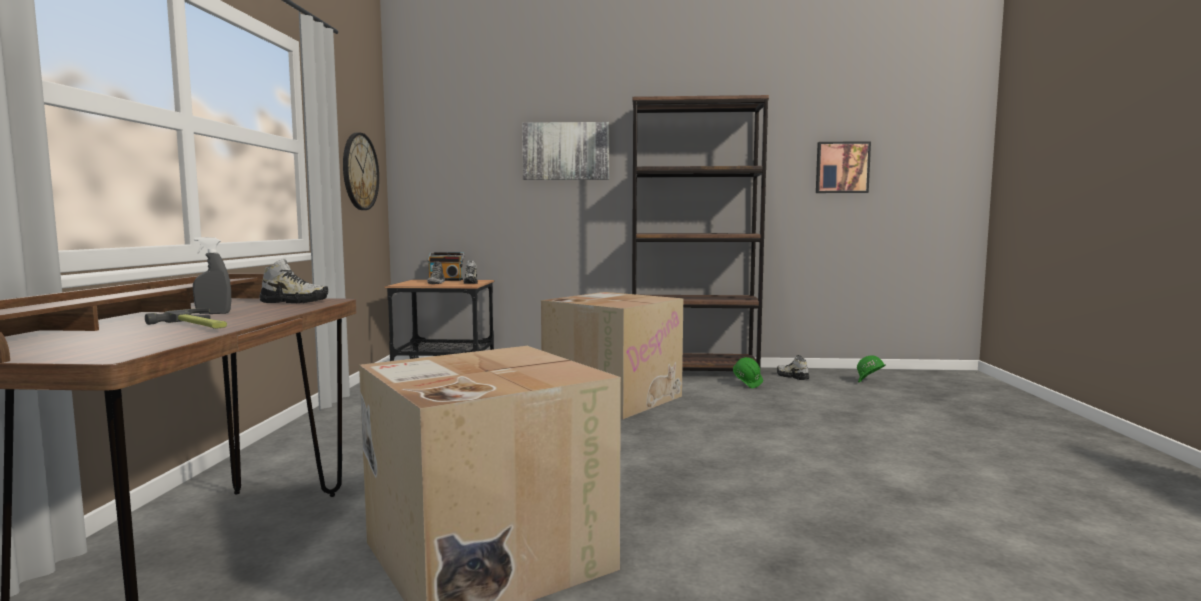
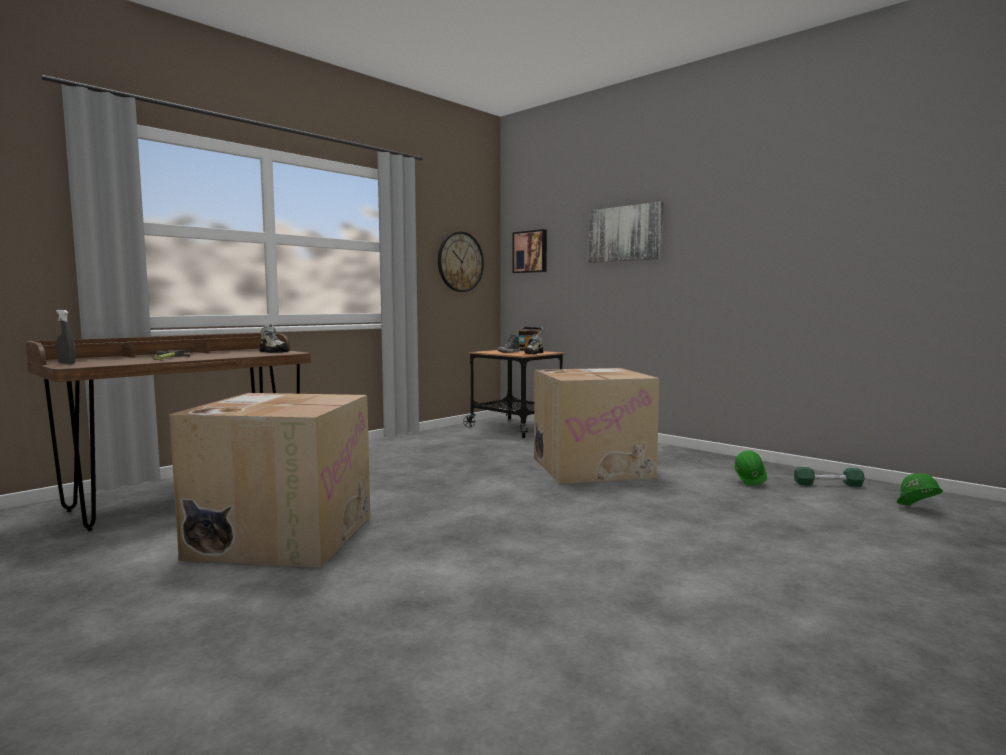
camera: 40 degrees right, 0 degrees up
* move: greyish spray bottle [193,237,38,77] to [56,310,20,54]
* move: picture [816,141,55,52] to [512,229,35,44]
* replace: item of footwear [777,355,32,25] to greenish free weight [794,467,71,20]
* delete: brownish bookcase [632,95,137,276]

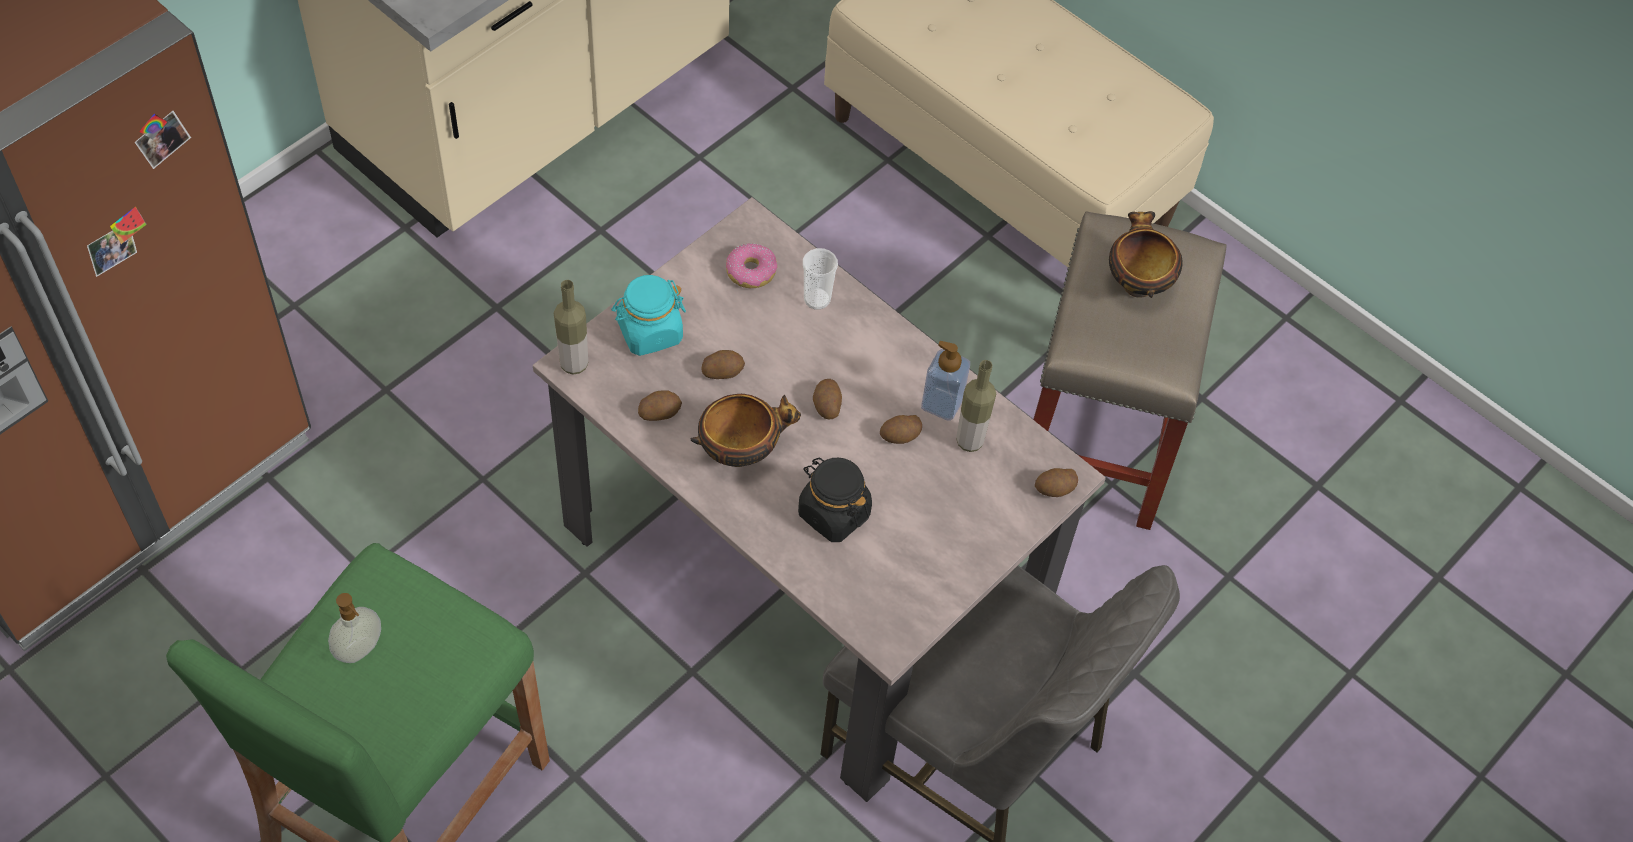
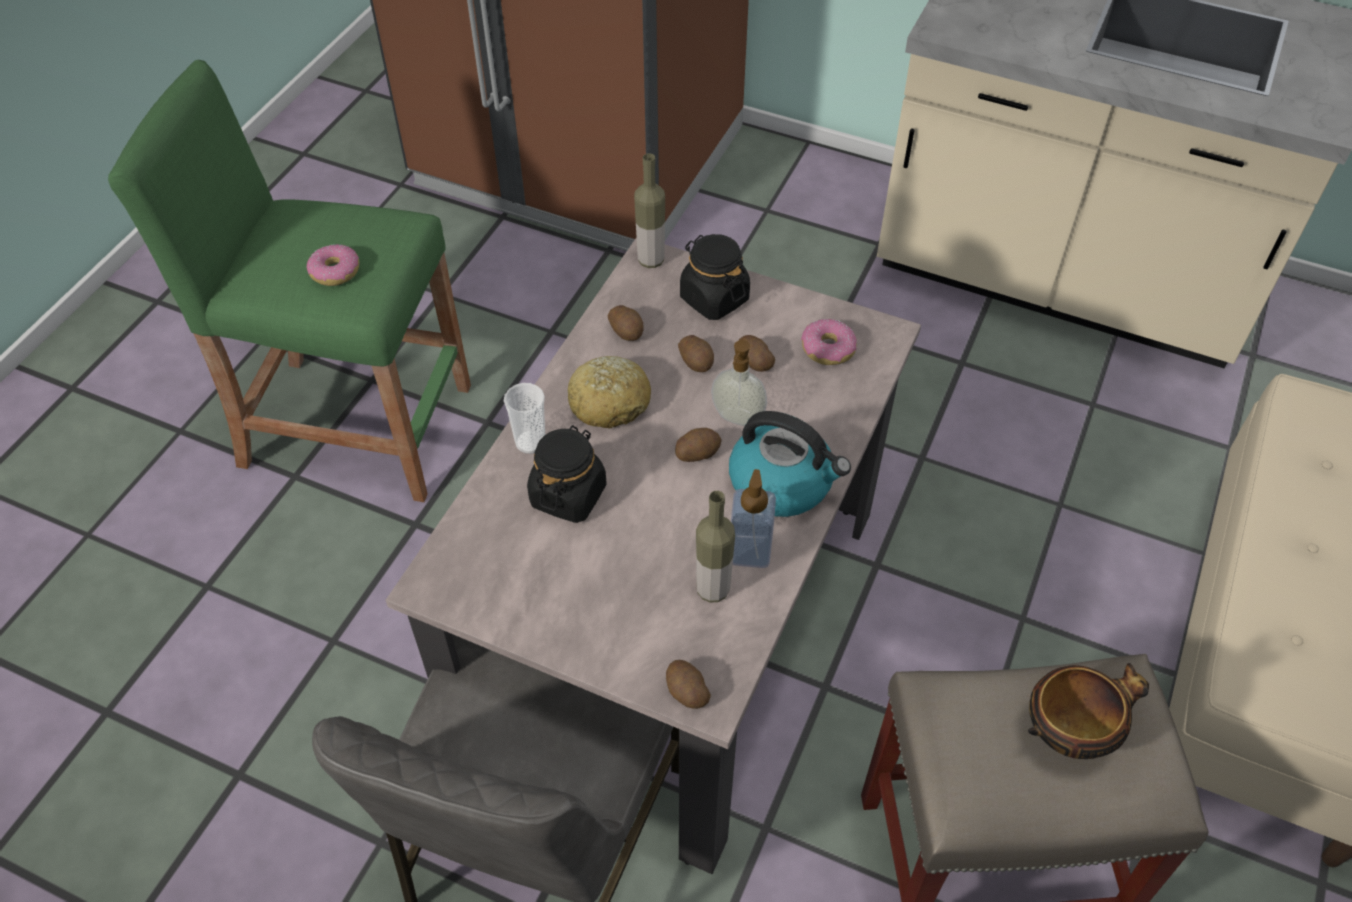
camera: 75 degrees right, 5 degrees down
* insert: doughnut [307,244,52,42]
* move: cup [803,248,35,61] to [504,383,41,71]
* replace: bowl [691,394,110,73] to baked bread [568,356,83,73]
* recolor: turquoise preserve jar [611,275,75,81] to black-coloured preserve jar [680,234,70,86]
* move: soap dispenser [328,593,53,70] to [711,340,56,86]
* insert: water kettle [729,411,122,106]
* move: whole potato [880,415,42,29] to [739,335,36,37]

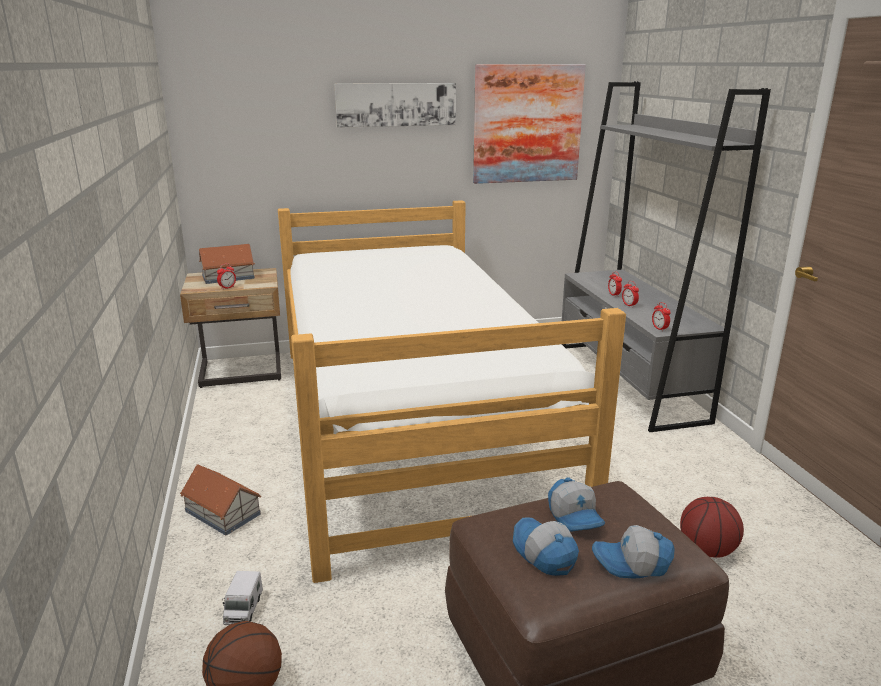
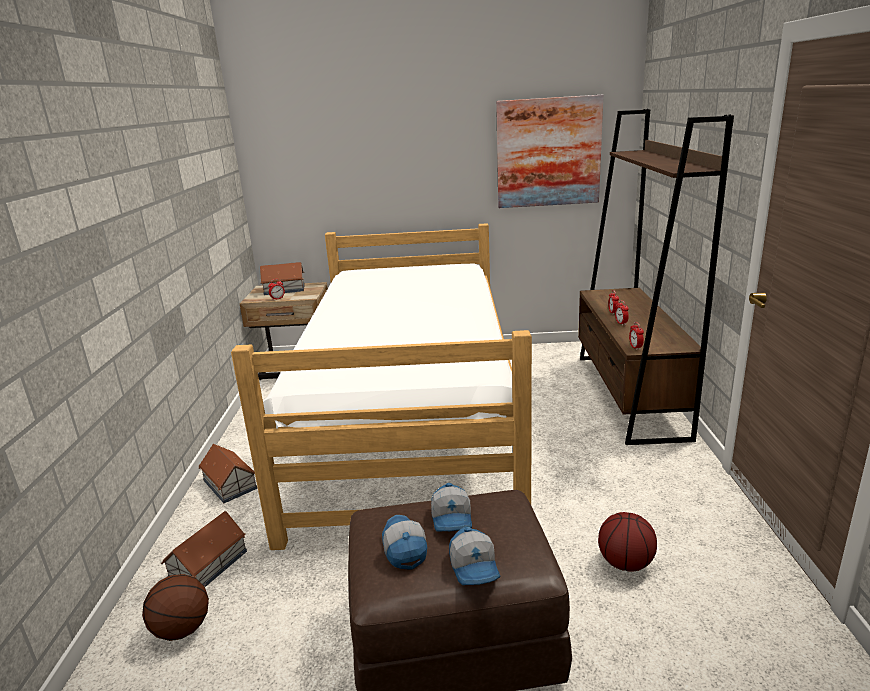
camera: 15 degrees right, 0 degrees up
* replace: toy lorry [222,571,41,54] to miniature house [161,511,86,76]
* rotate: baseball cap [592,525,83,54] = [449,527,51,58] 120 degrees counterclockwise
* recolor: greyish bookcase [562,82,209,350] to brownish bookcase [578,109,156,336]
* delete: picture [335,83,121,45]

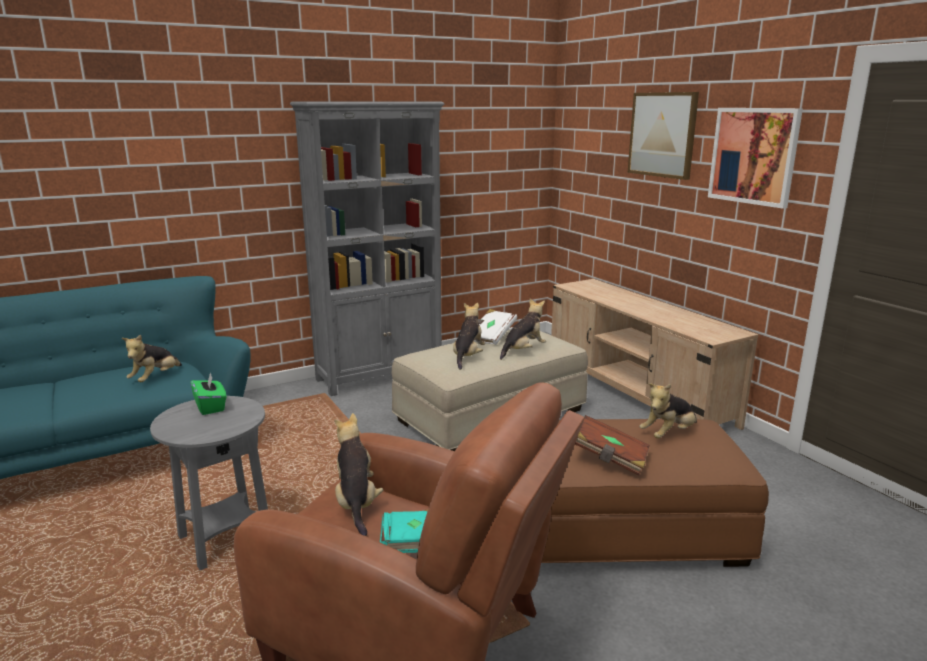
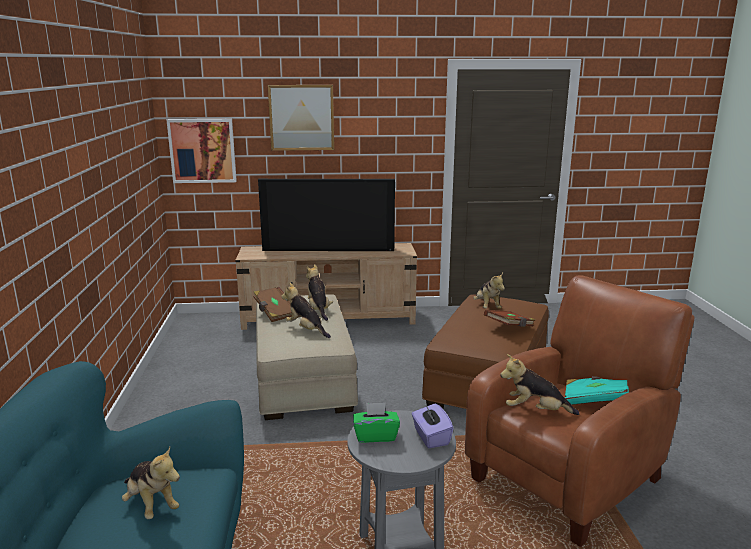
camera: 65 degrees left, 0 degrees up
* move: picture [708,108,95,101] to [166,119,71,64]
* recolor: whitish volume [474,309,43,36] to brownish volume [253,287,39,35]
* insert: TV [258,179,137,72]
* insert: purplish tissue box [412,403,42,45]
* delete: greyish bookcase [290,101,154,295]

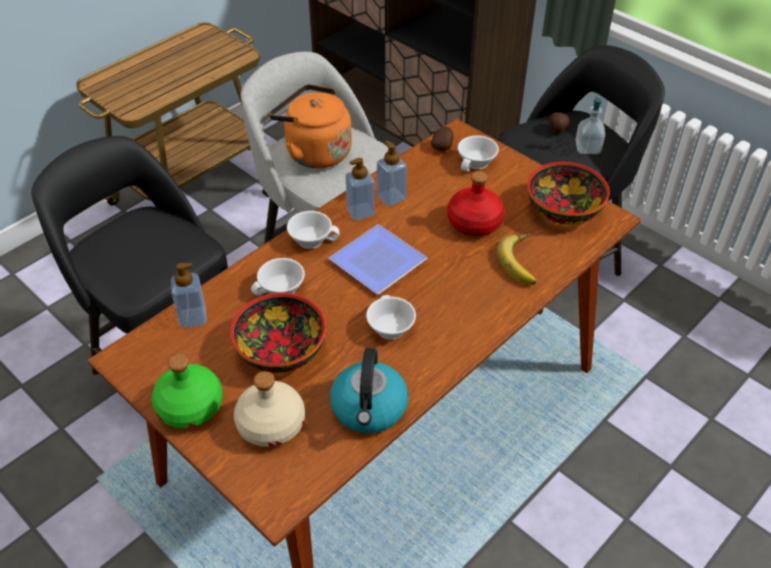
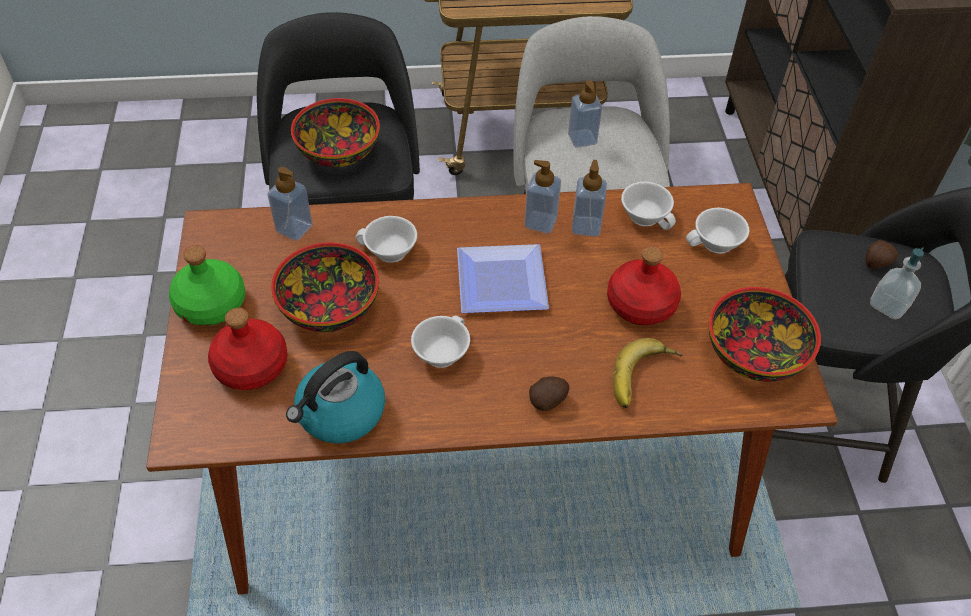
camera: 40 degrees right, 5 degrees up
* recolor: beige-coloured beverage bottle [234,371,71,76] to reddish beverage bottle [208,308,80,82]
* insert: bowl [291,98,89,69]
* move: whole potato [431,127,23,24] to [529,377,40,34]
* replace: orangey water kettle [269,84,83,84] to soap dispenser [568,80,34,68]
* move: whitish cup [287,211,53,38] to [621,182,55,48]

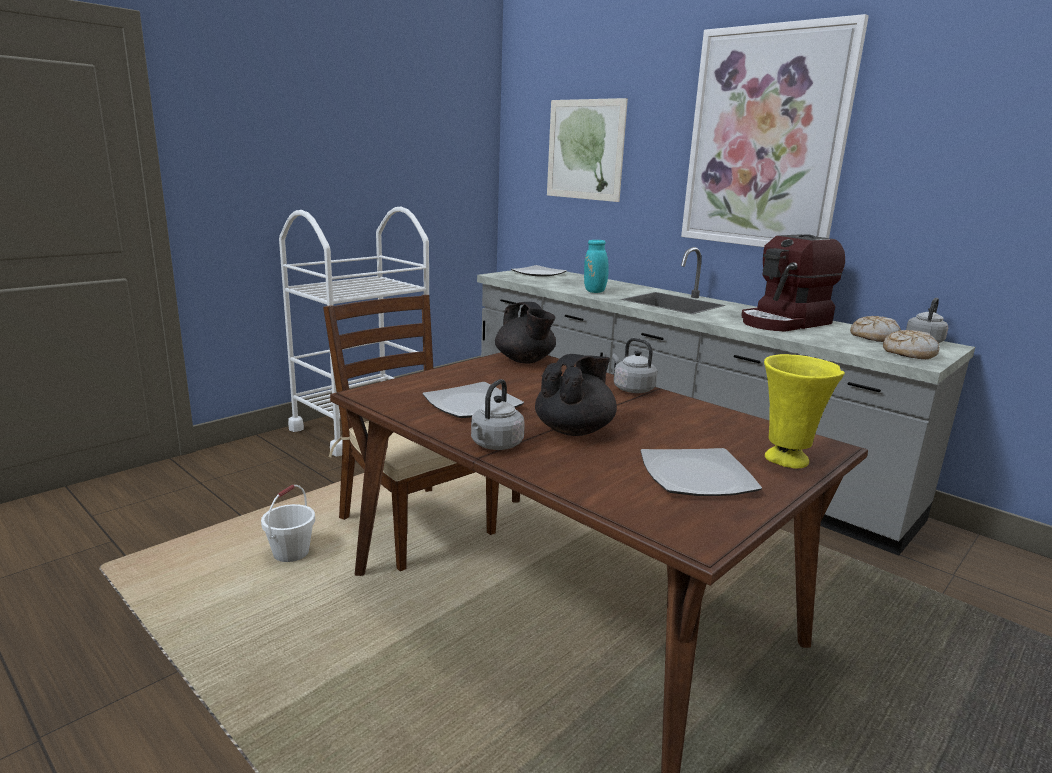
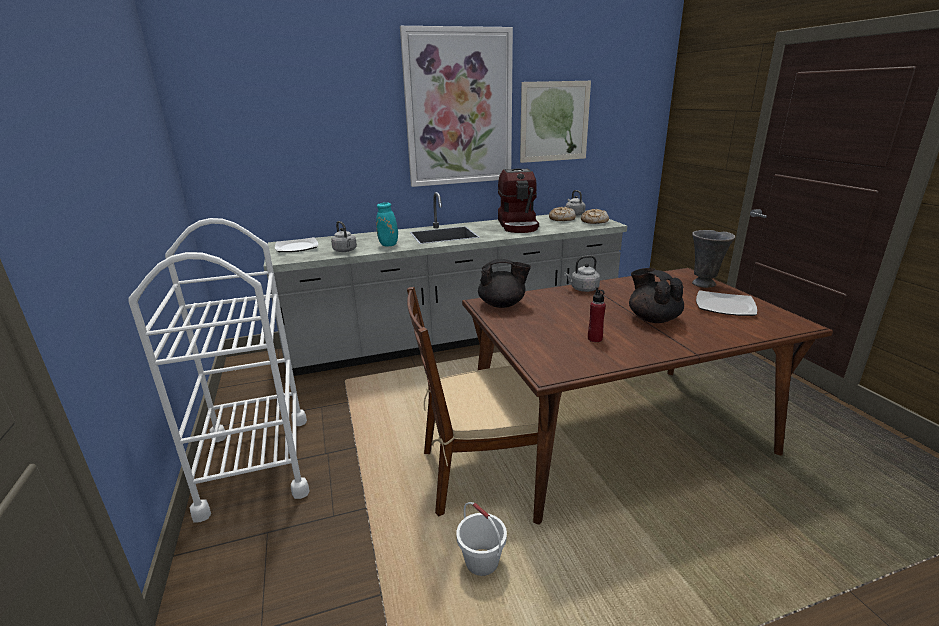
camera: 60 degrees left, 5 degrees up
* move: greyish water kettle [471,379,54,71] to [331,221,26,31]
* move: picture [547,98,81,104] to [520,81,71,82]
* replace: flat dish [422,382,102,36] to reddish beverage bottle [588,287,18,55]
* recolor: yellow-coloured flower vase [764,354,81,115] to greyish flower vase [692,230,43,58]

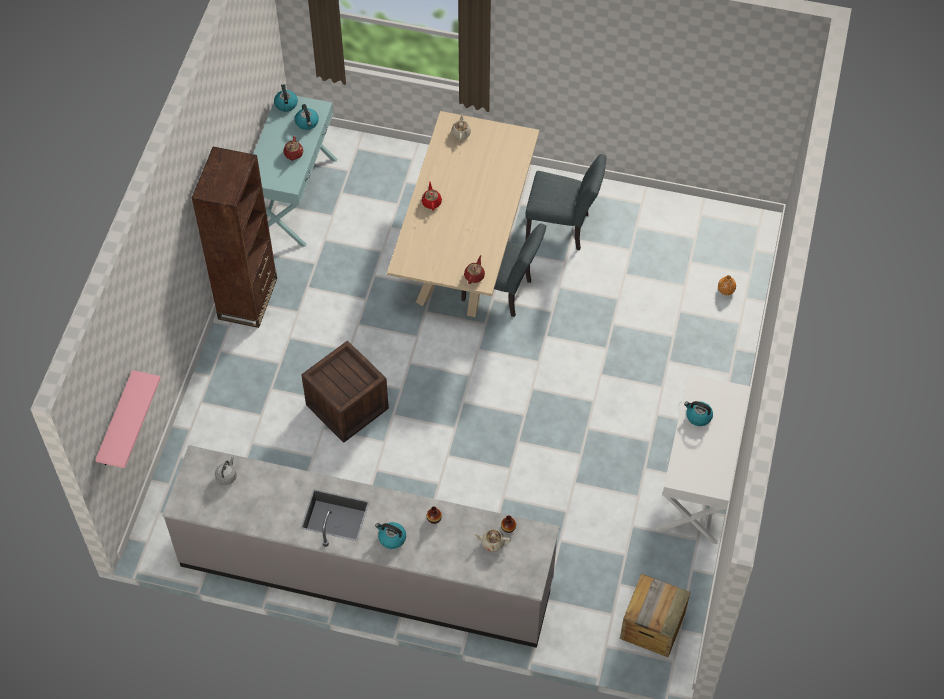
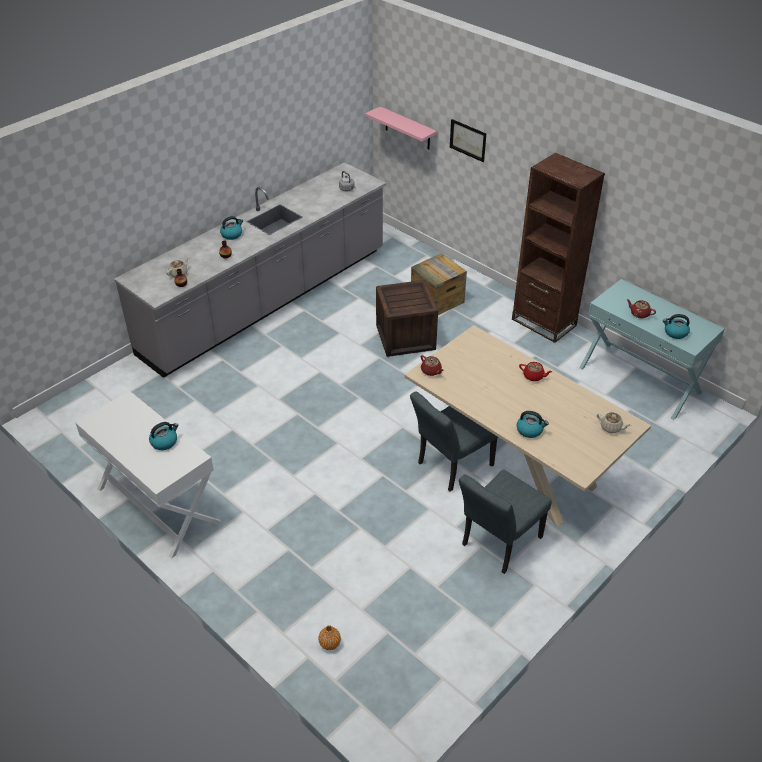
camera: 120 degrees right, 15 degrees down
* move: shipping crate [620,574,70,83] to [411,253,56,62]
* insert: picture [450,119,36,43]
* move: water kettle [274,84,24,28] to [516,411,33,27]

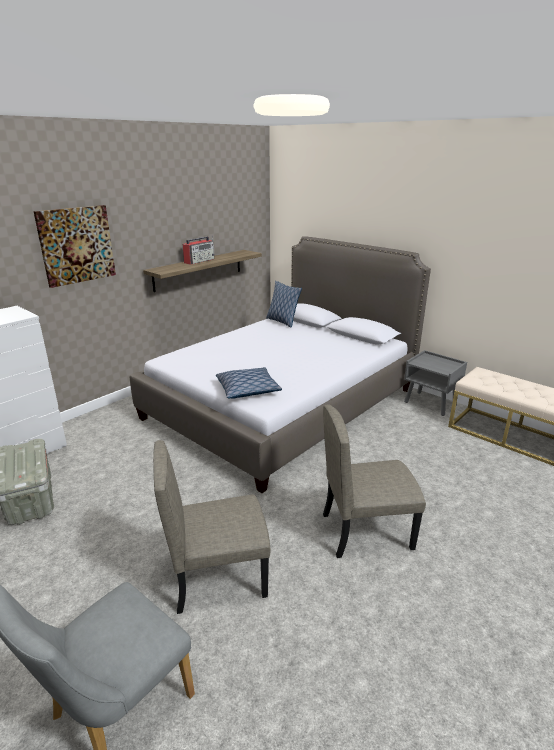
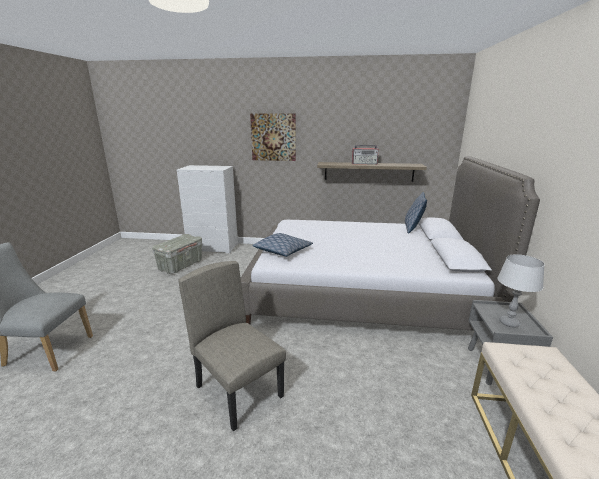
camera: 55 degrees right, 5 degrees down
* insert: greyish tabletop lamp [497,254,48,74]
* delete: beige-coloured upright chair [153,440,118,174]

